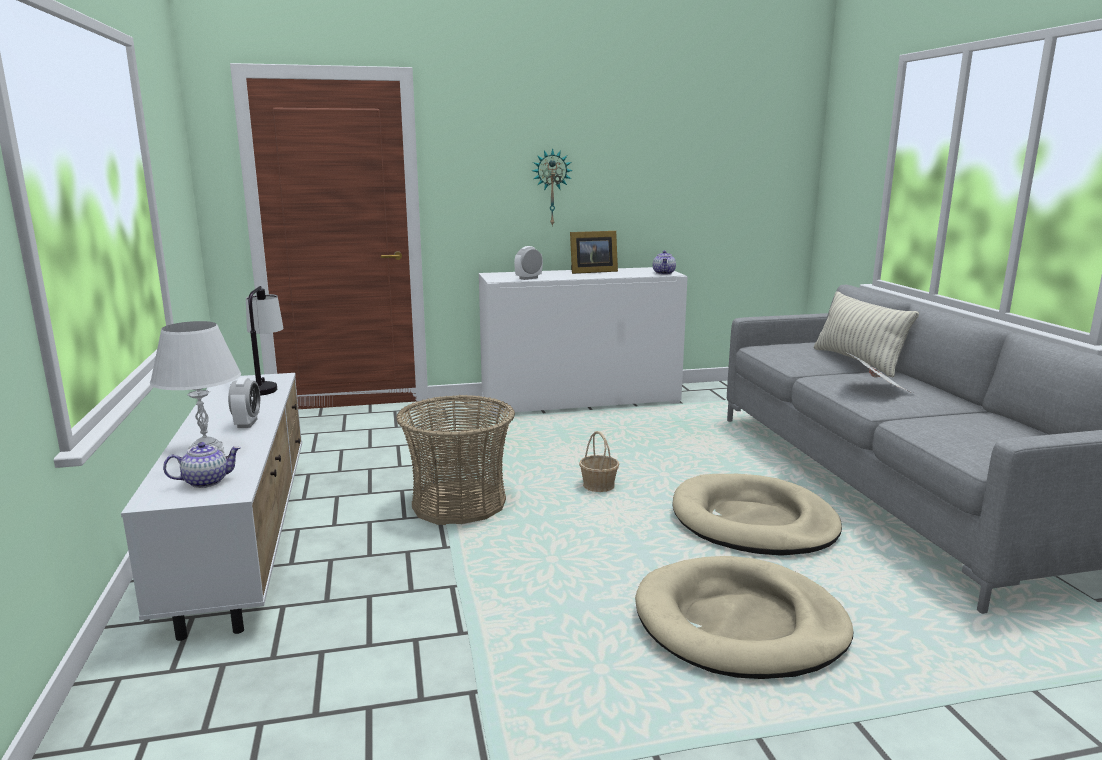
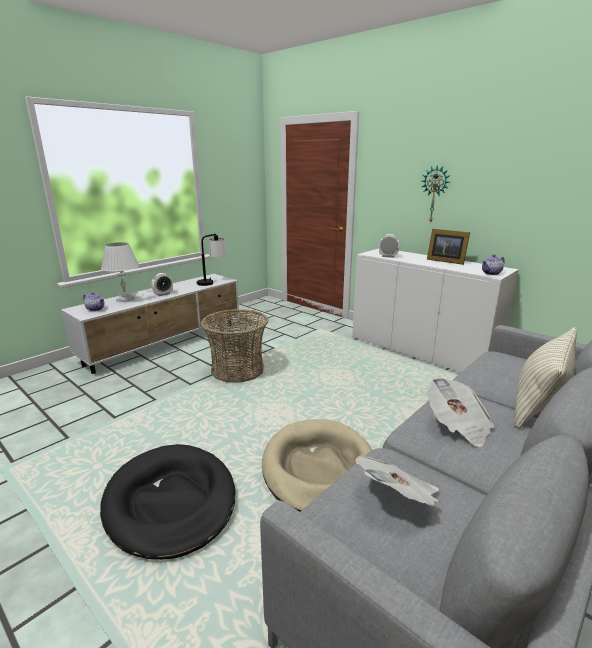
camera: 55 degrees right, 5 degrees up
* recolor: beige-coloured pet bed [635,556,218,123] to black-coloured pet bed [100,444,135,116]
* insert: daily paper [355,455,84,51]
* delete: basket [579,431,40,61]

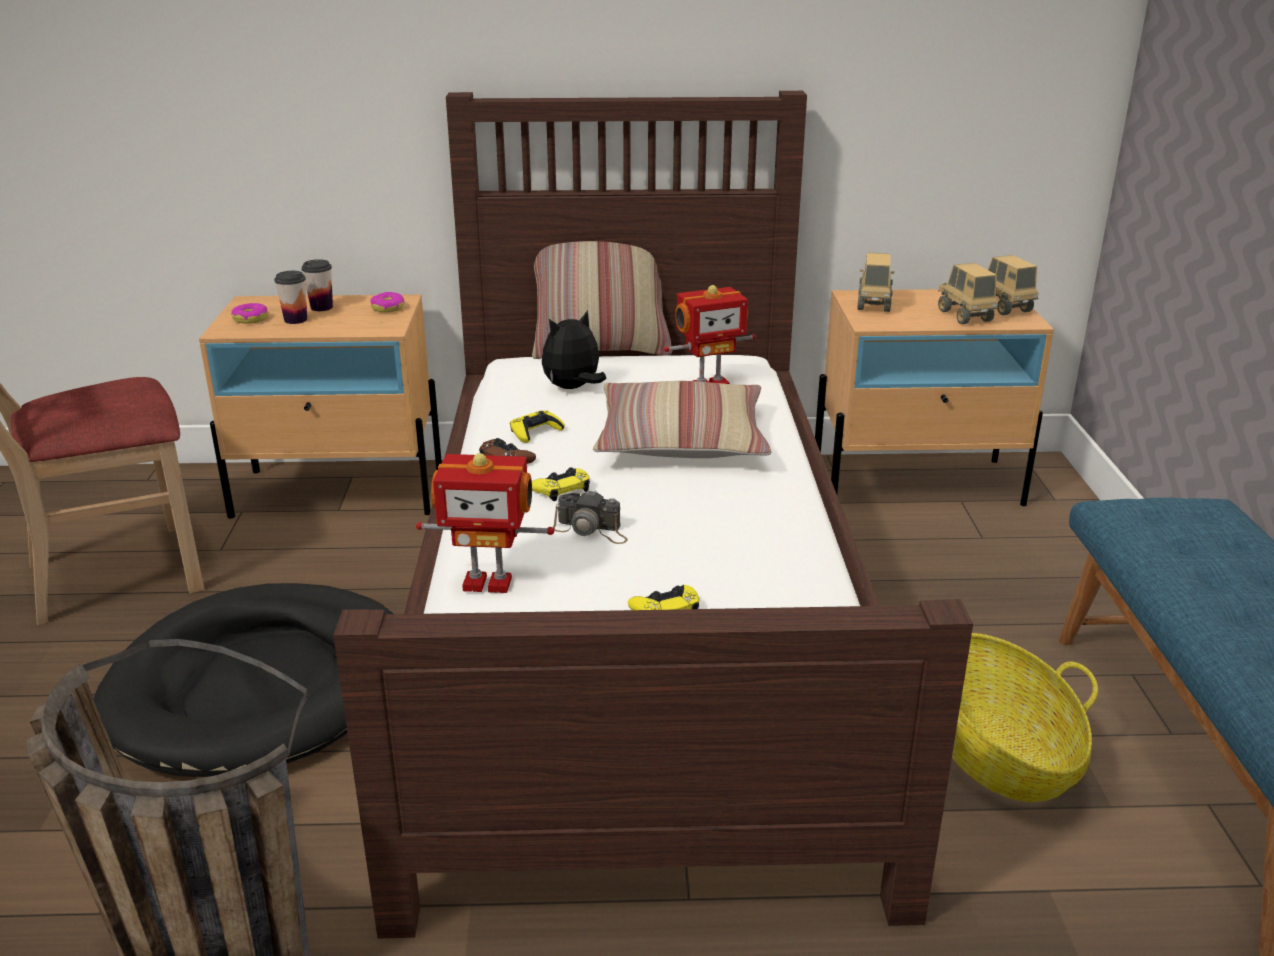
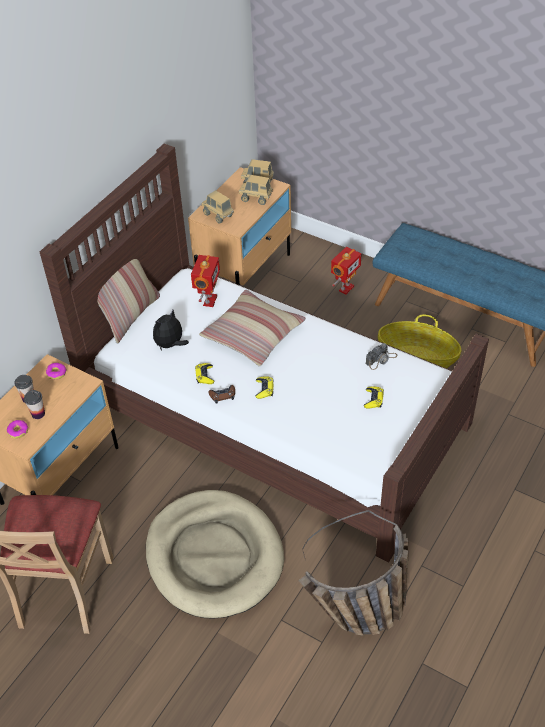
camera: 55 degrees left, 20 degrees up
* recolor: black-coloured pet bed [93,583,300,194] to beige-coloured pet bed [146,490,138,129]
* rotate: soft toy [542,310,64,79] = [153,310,36,41] 45 degrees clockwise
* move: robot figure [416,453,138,140] to [331,247,30,48]
* move: still camera [553,490,75,54] to [366,343,32,27]

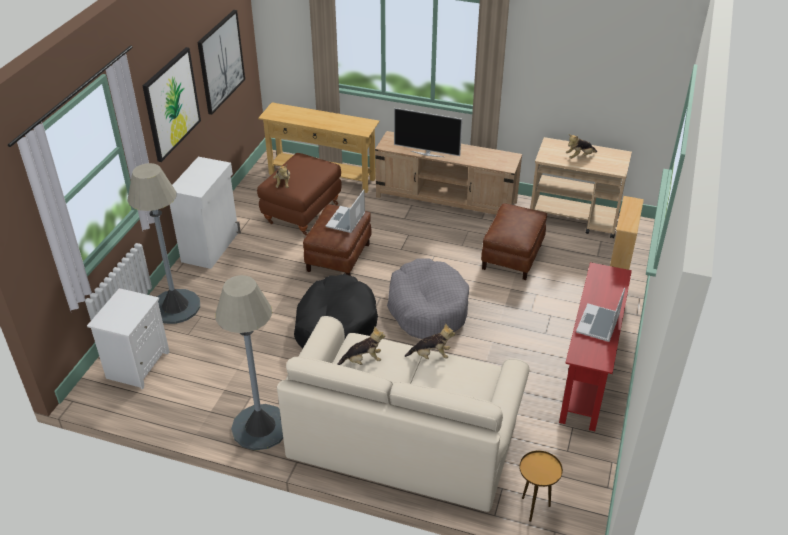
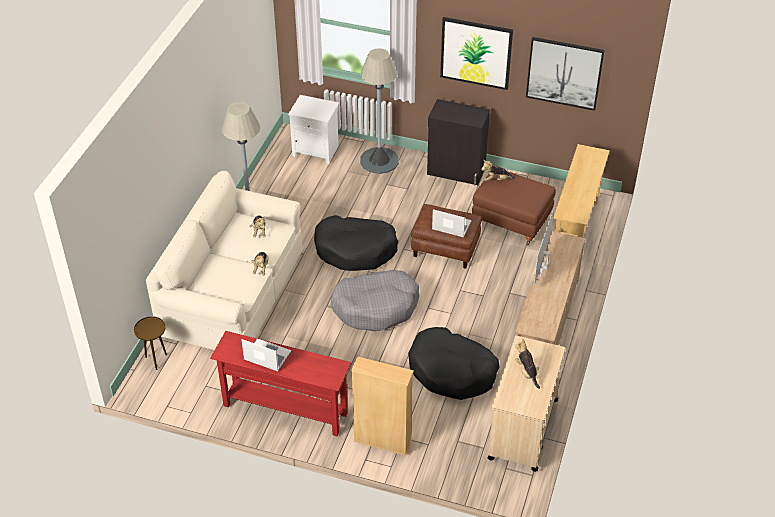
camera: 90 degrees right, 5 degrees up
* replace: brownish ottoman [481,203,66,77] to black-coloured pet bed [408,327,91,73]
* recolor: whitish storage cabinet [170,157,71,112] to black-coloured storage cabinet [427,99,63,86]

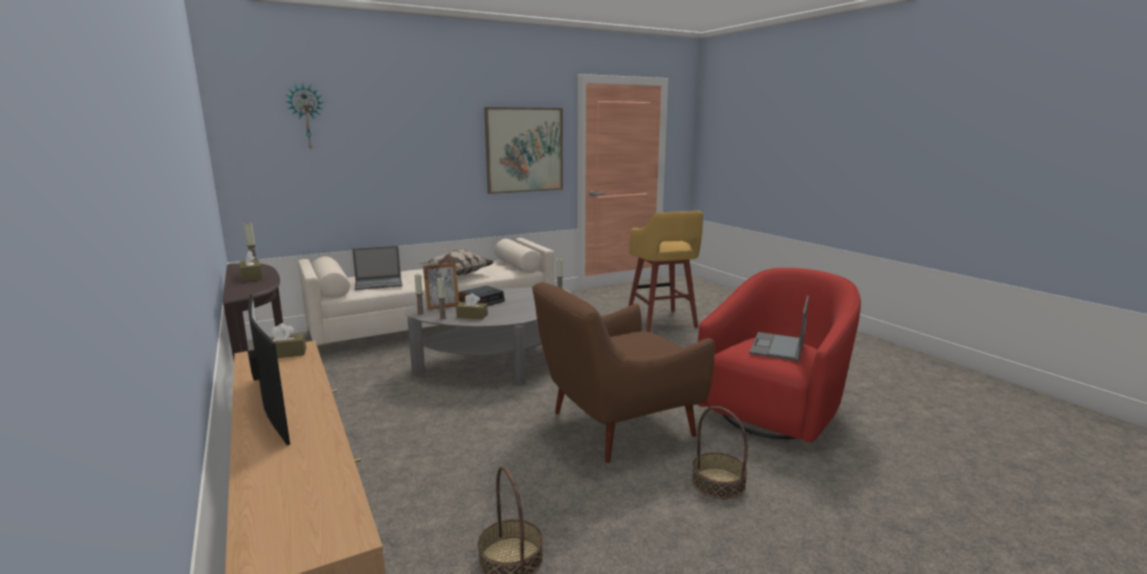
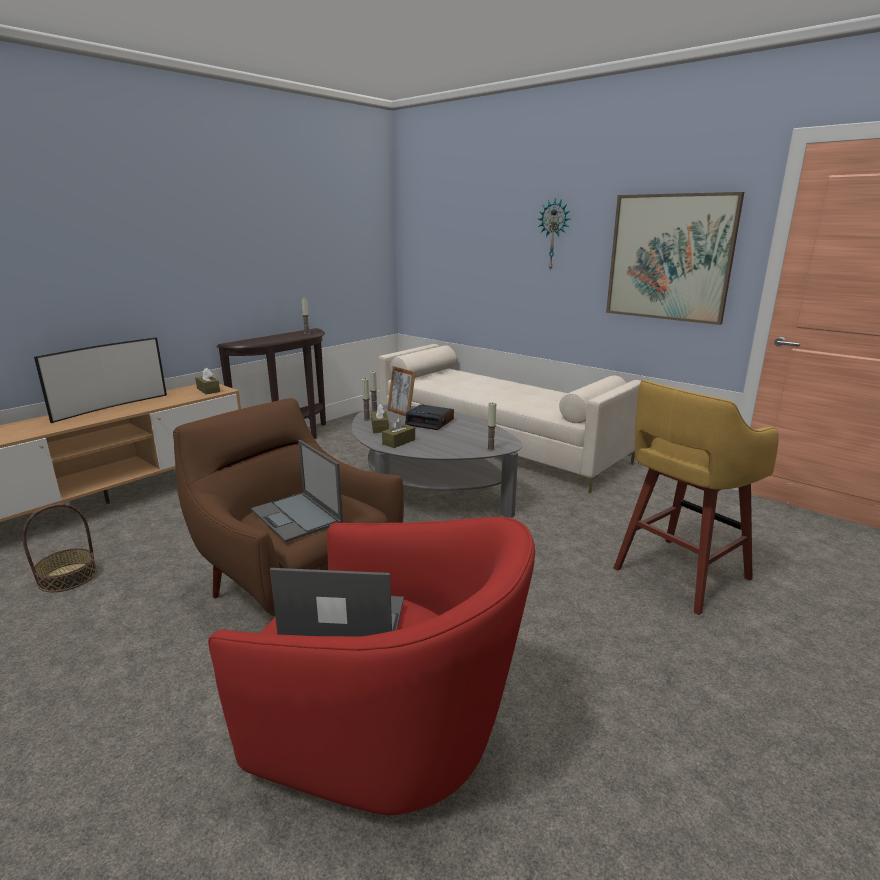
camera: 70 degrees right, 5 degrees up
* move: portable computer [352,246,50,44] to [251,440,92,102]
* move: brownish tissue box [240,250,22,32] to [382,417,33,31]
* move: hanging clock [285,84,39,66] to [538,198,32,73]
* delete: throw pillow [420,250,74,25]
* delete: basket [692,406,56,93]

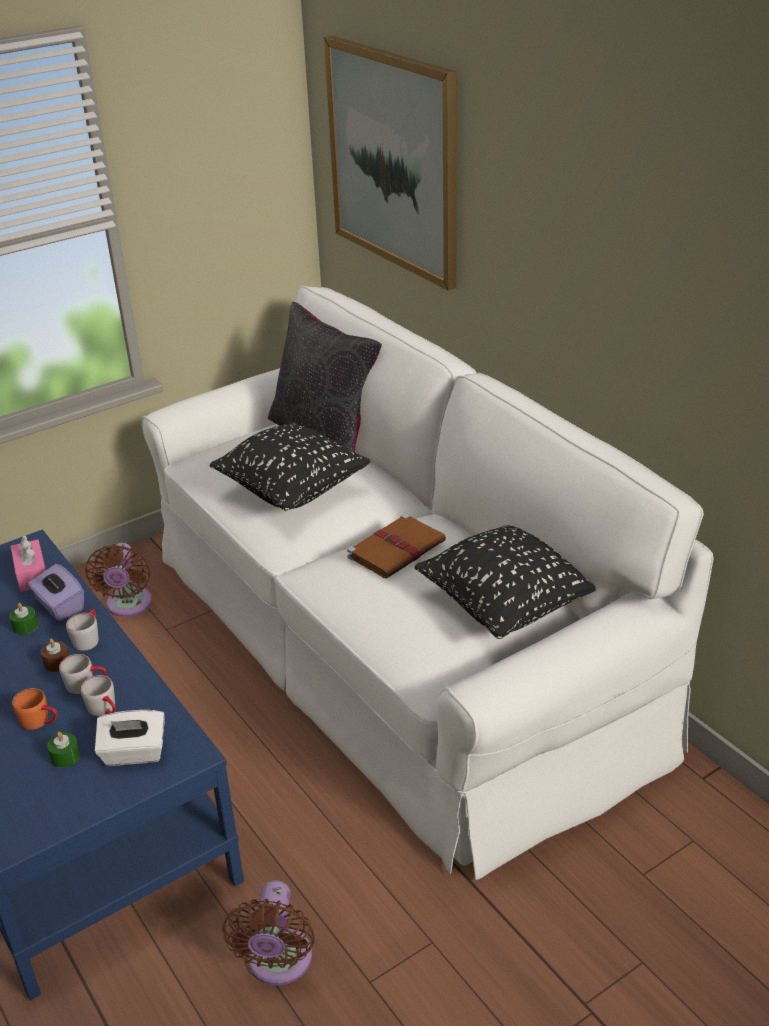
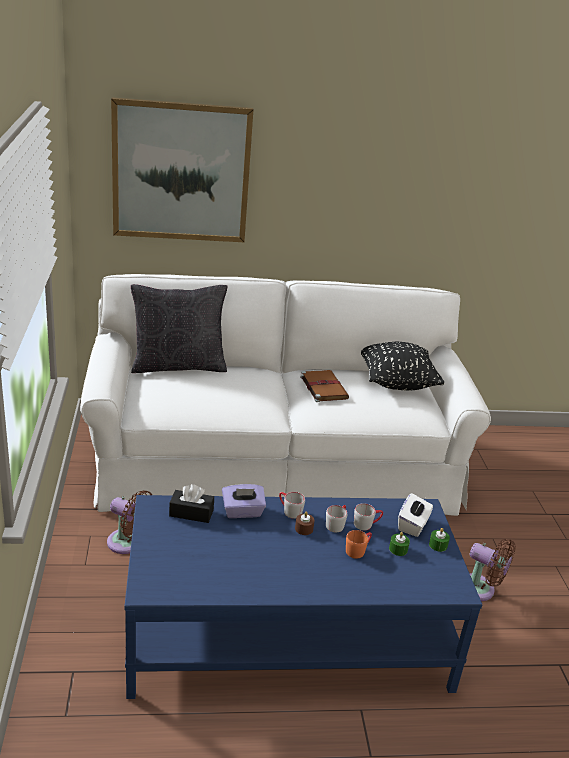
camera: 65 degrees left, 5 degrees down
* recolor: pink-coloured tissue box [11,536,35,56] to black-coloured tissue box [169,484,45,39]
* move: greenish wax light [9,603,29,32] to [429,528,21,24]
* delete: black-coloured throw pillow [210,422,160,89]

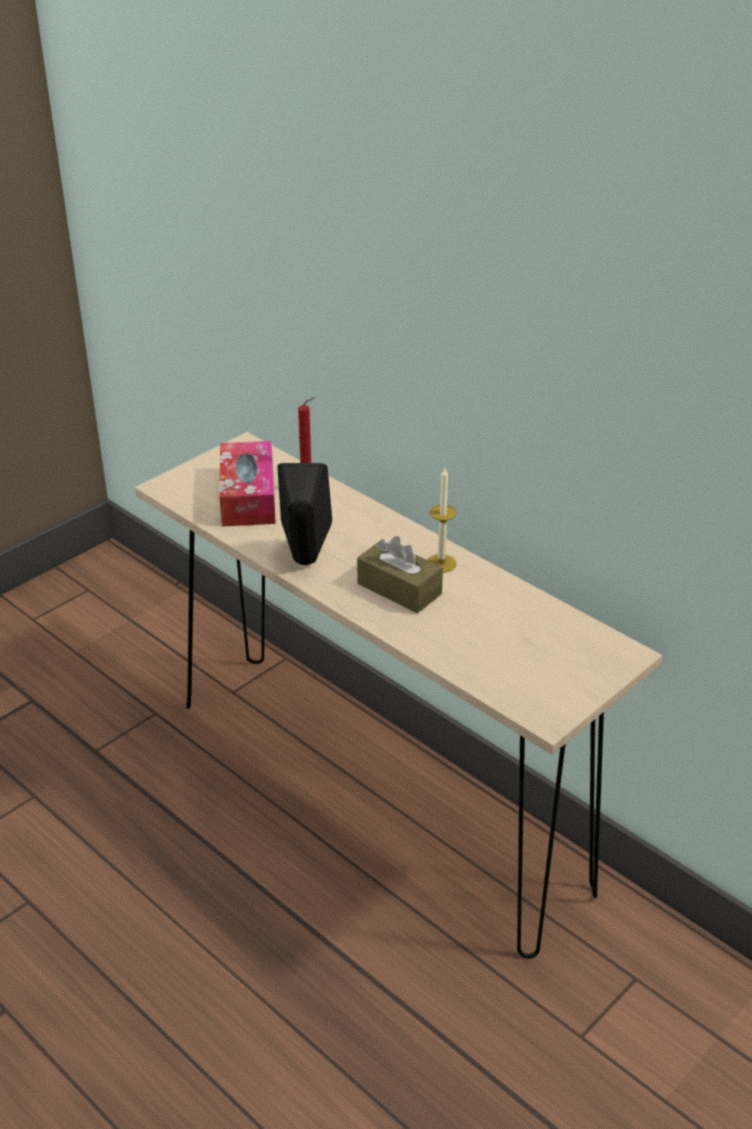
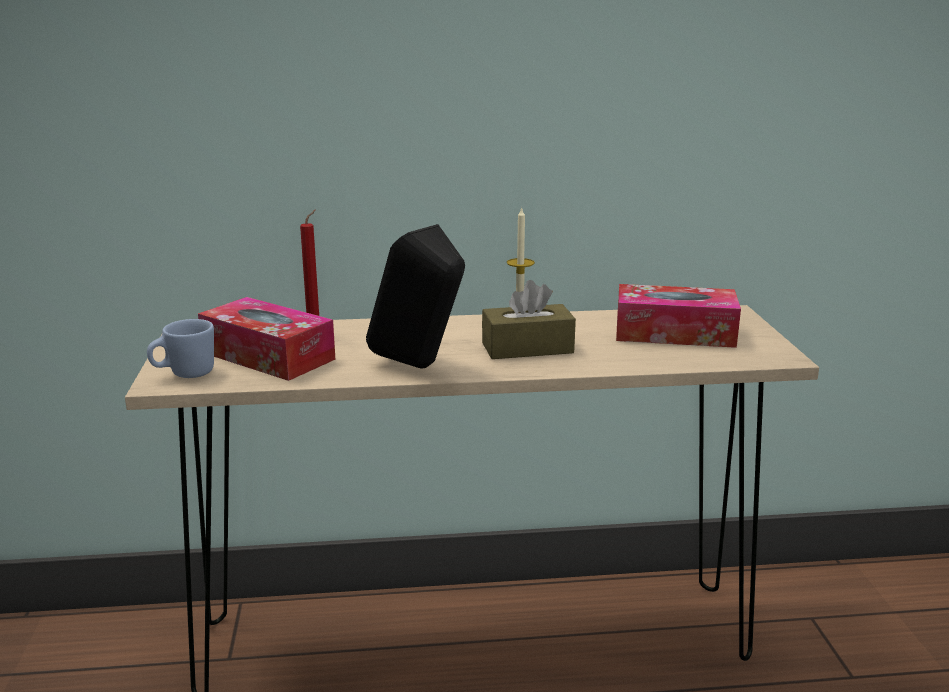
camera: 50 degrees left, 15 degrees down
* insert: blue mug [147,319,67,59]
* insert: tissue box [616,284,125,64]

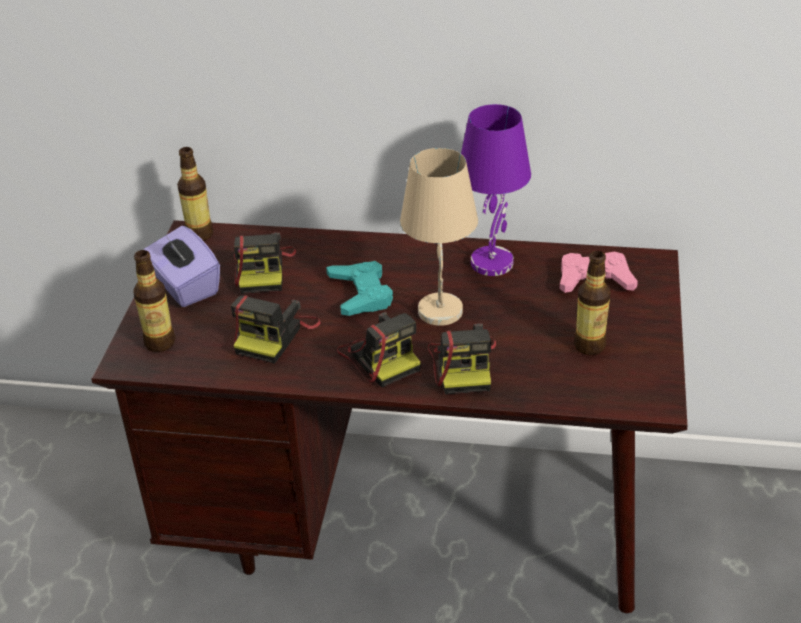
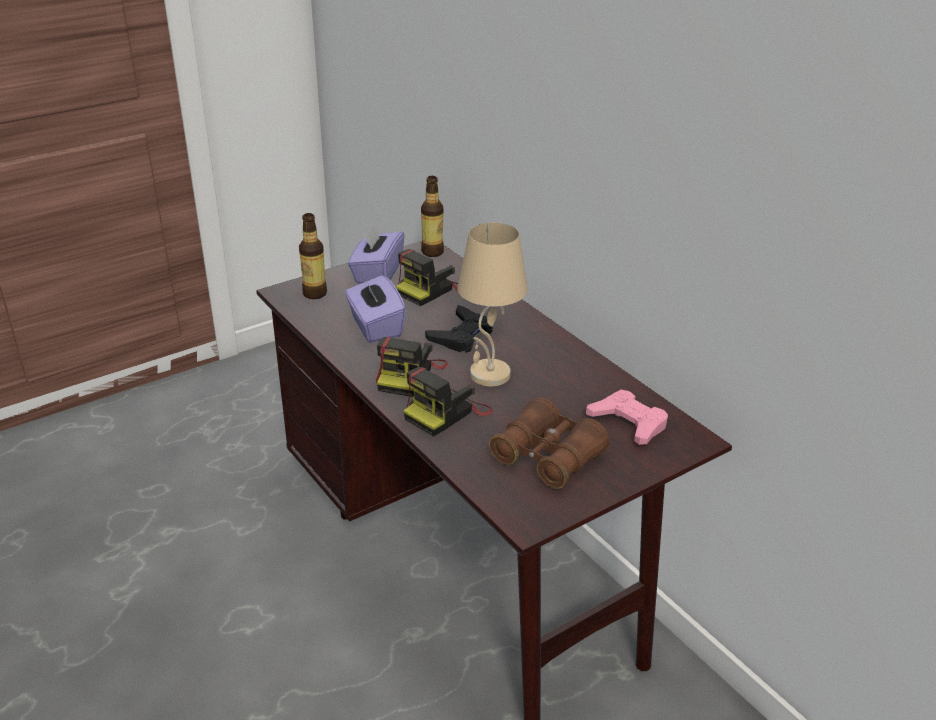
camera: 45 degrees right, 5 degrees down
* replace: still camera [231,296,90,68] to purplish tissue box [345,275,61,68]
* recolor: turquoise joypad [326,261,67,55] to black-coloured joypad [425,305,68,48]
* replace: beverage bottle [574,251,37,104] to brownish field glasses [489,397,120,92]
* delete: purplish tabletop lamp [461,104,70,172]

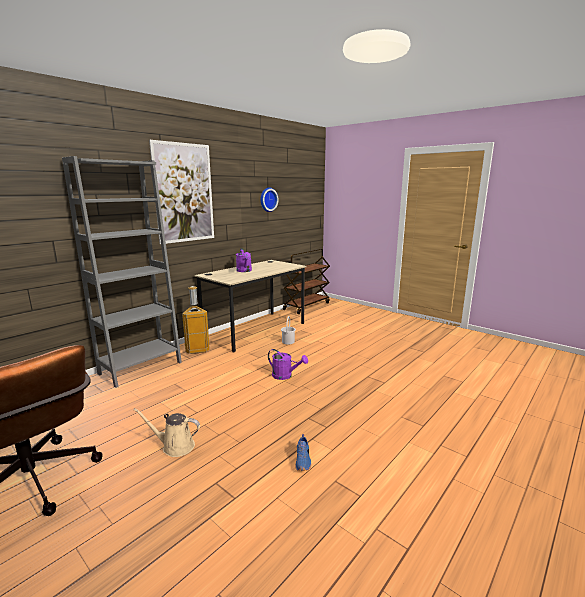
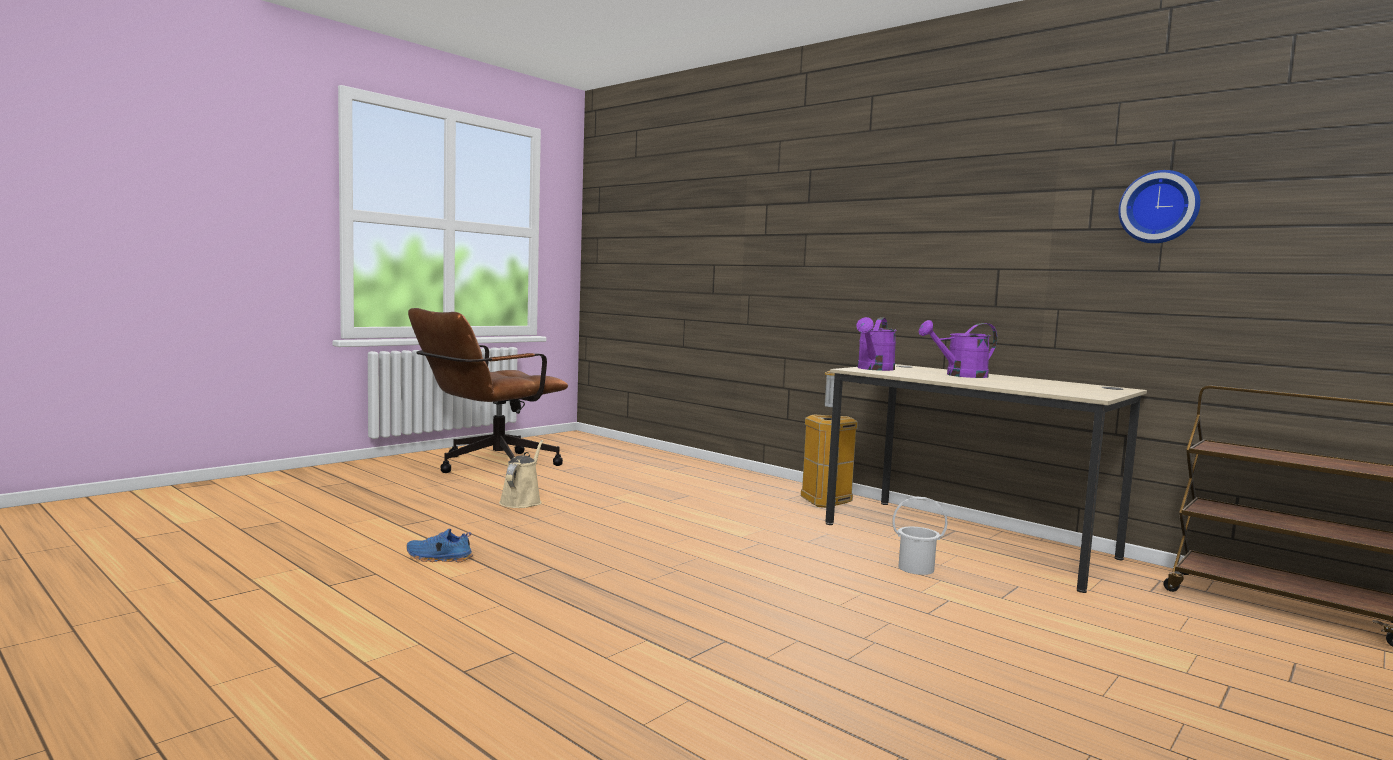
camera: 90 degrees right, 10 degrees down
* move: purplish watering pot [268,349,40,31] to [856,317,41,54]
* delete: greyish bookcase [62,156,120,232]
* delete: picture [149,140,65,104]

